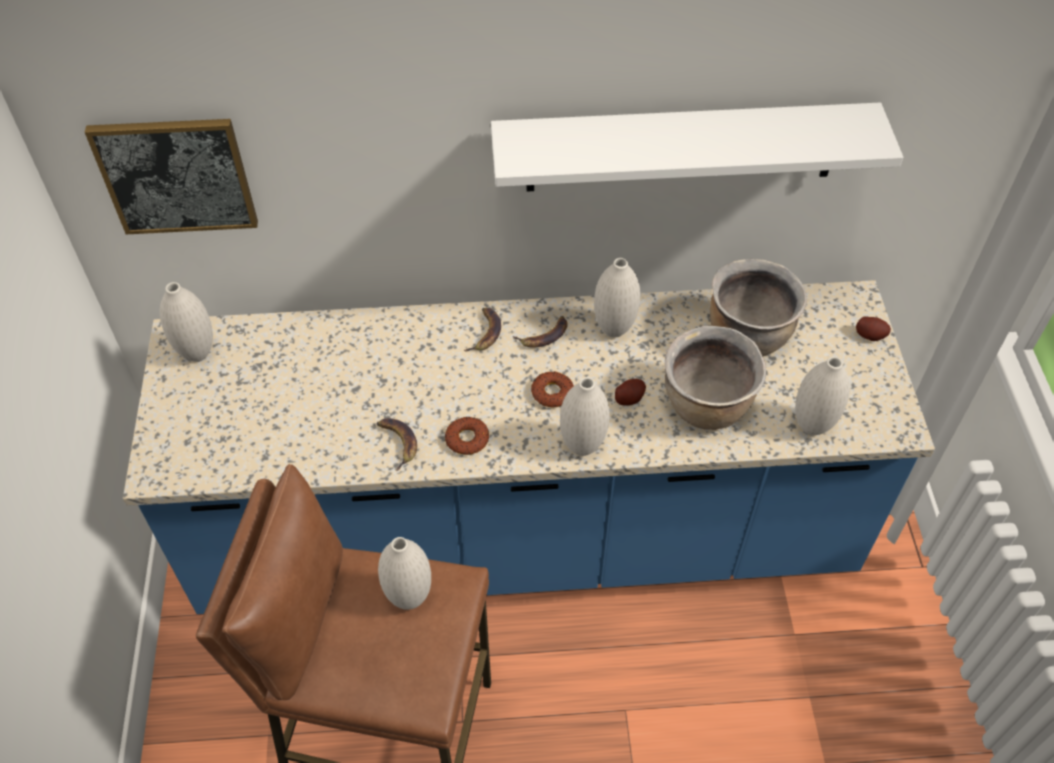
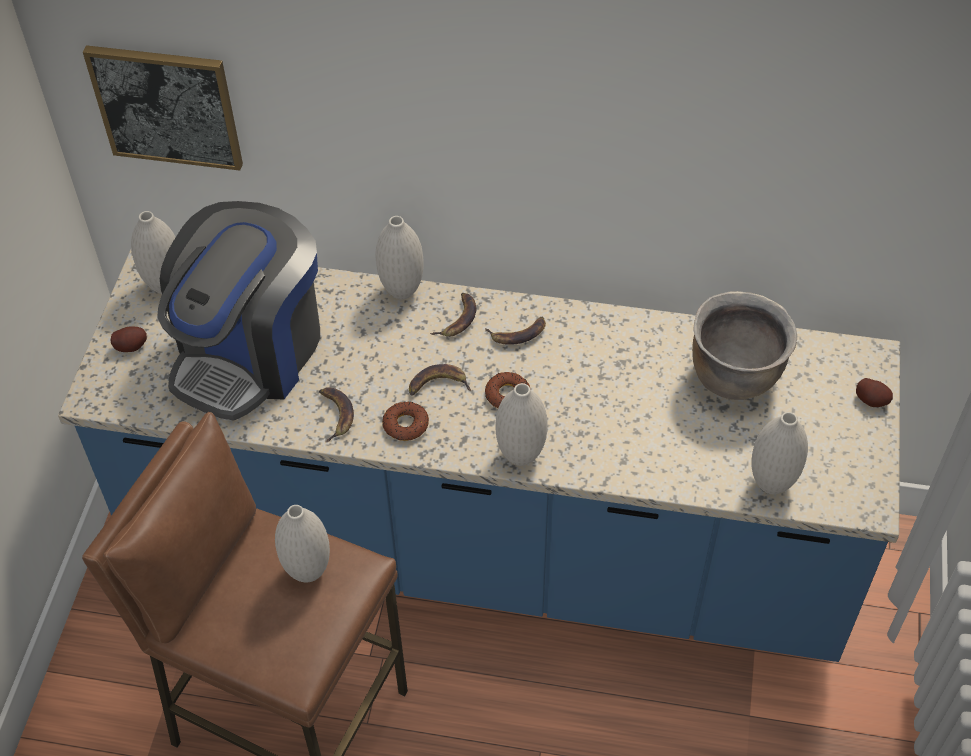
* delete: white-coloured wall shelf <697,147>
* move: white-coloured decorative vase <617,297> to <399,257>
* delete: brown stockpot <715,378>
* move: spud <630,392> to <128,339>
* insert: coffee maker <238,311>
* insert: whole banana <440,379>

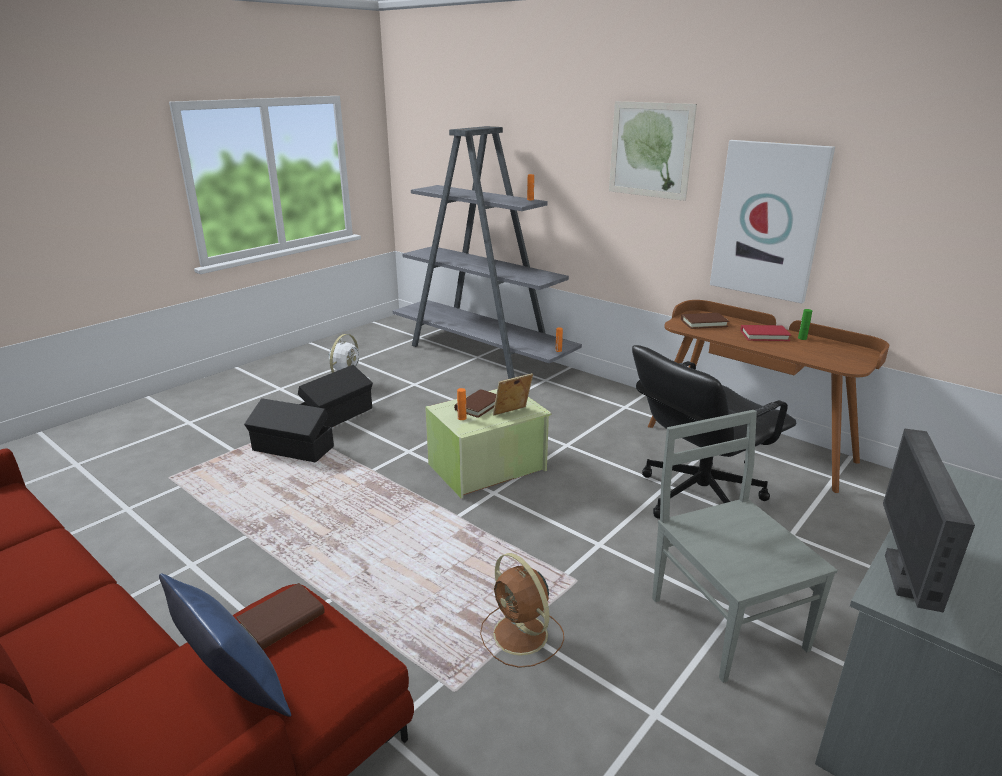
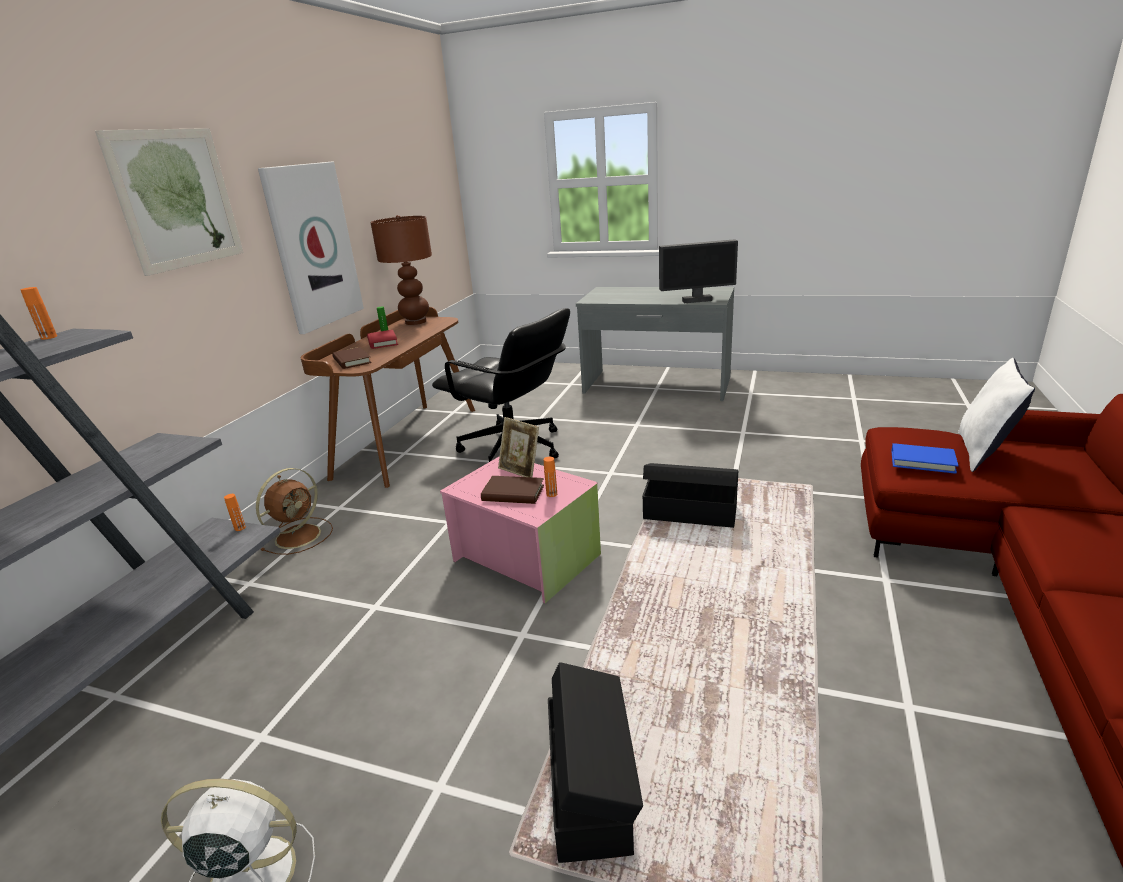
* move: black storage container <335,396> to <690,495>
* recolor: greenish storage container <488,444> to pink storage container <520,529>
* delete: gray plain chair <745,546>
* move: brown fan <522,610> to <294,511>
* recolor: blue throw pillow <225,645> to white-coloured throw pillow <996,415>
* recolor: brown book <280,616> to blue book <924,458>
* insert: brown table lamp <401,270>

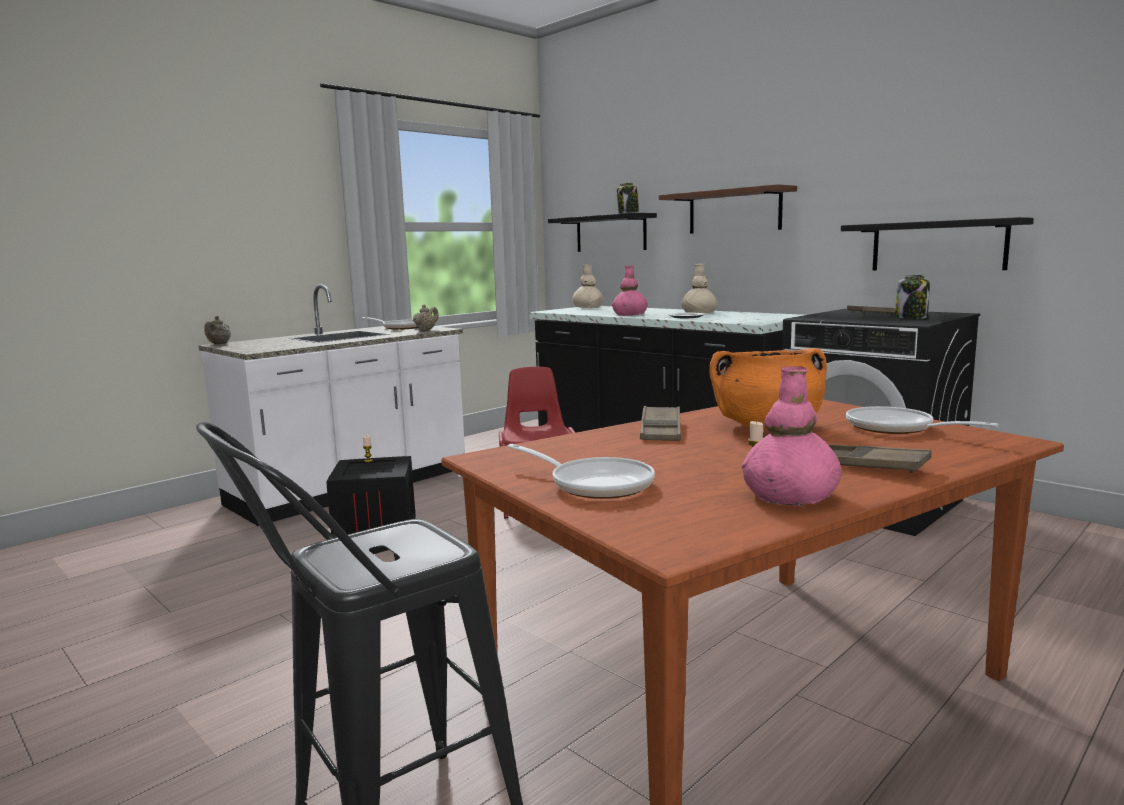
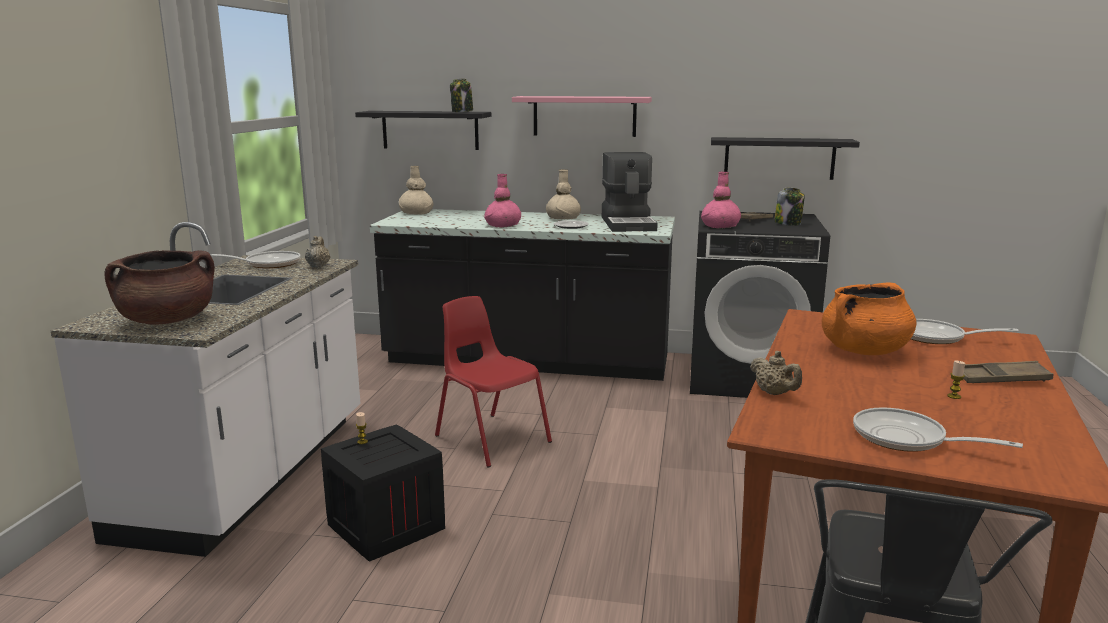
* recolor: brown wall shelf <728,209> to pink wall shelf <582,116>
* move: beige teapot <217,330> to <776,373>
* move: pink decorative vase <792,436> to <721,200>
* delete: brown carrying tray <660,423>
* rotate: frying pan <581,471> = <938,429> 150 degrees counterclockwise
* insert: coffee maker <630,192>
* insert: brown stockpot <160,287>

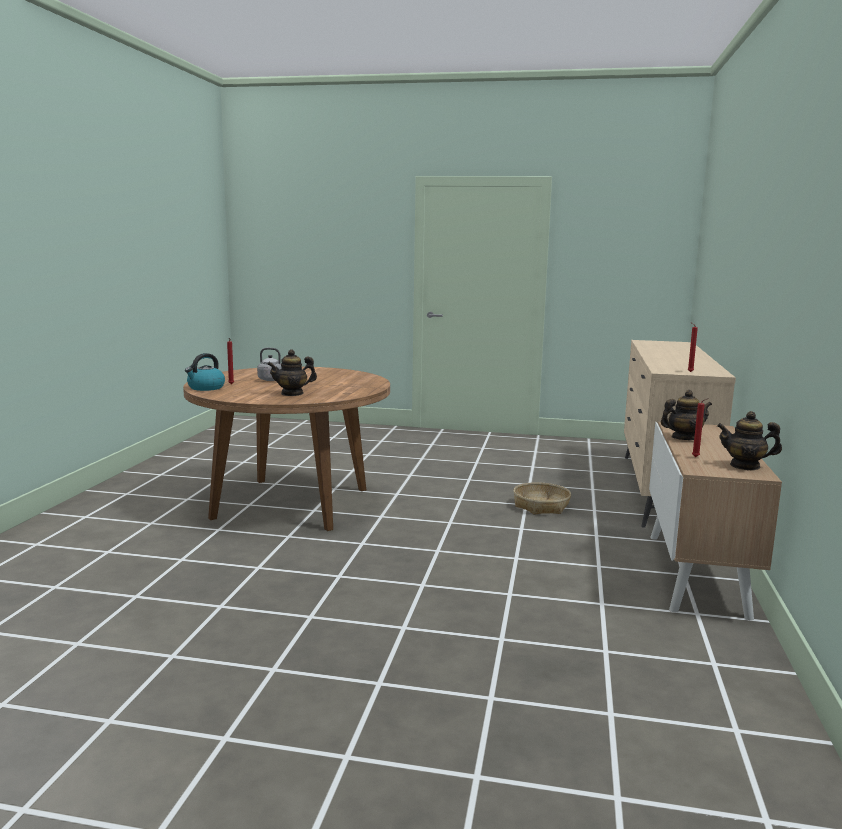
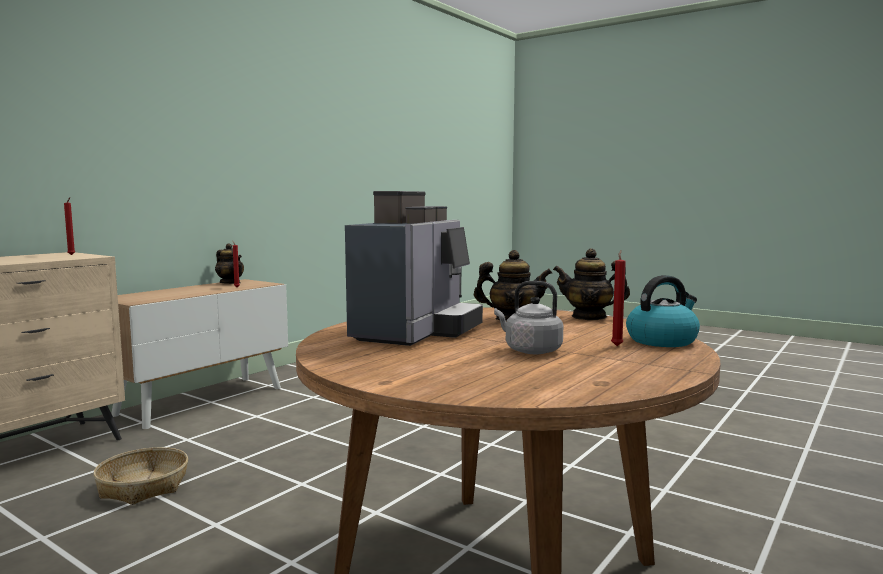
* move: teapot <686,415> to <591,284>
* insert: coffee maker <414,268>

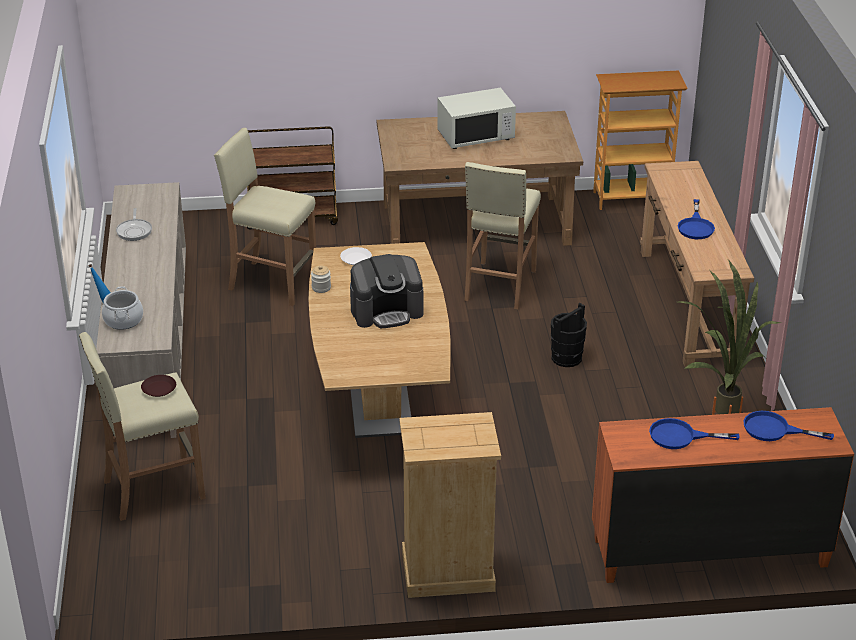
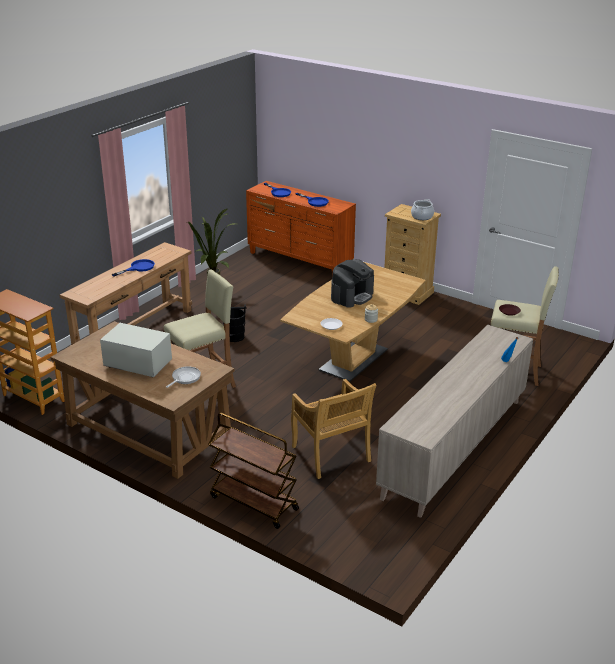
* replace: beige stool <265,217> to beige plain chair <333,429>
* move: frying pan <134,224> to <183,377>
* rotate: coffee maker <386,291> = <352,283> 105 degrees clockwise
* move: stockpot <122,308> to <422,209>

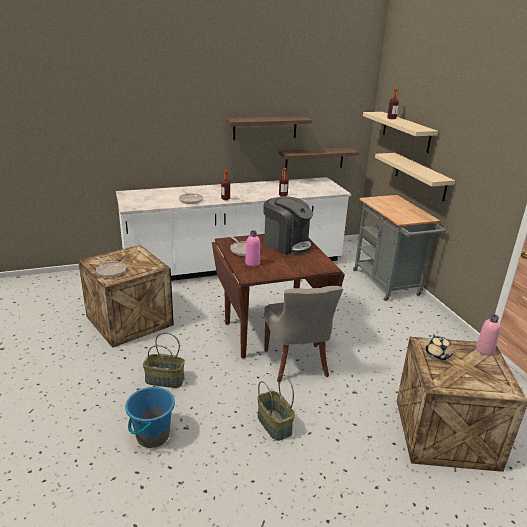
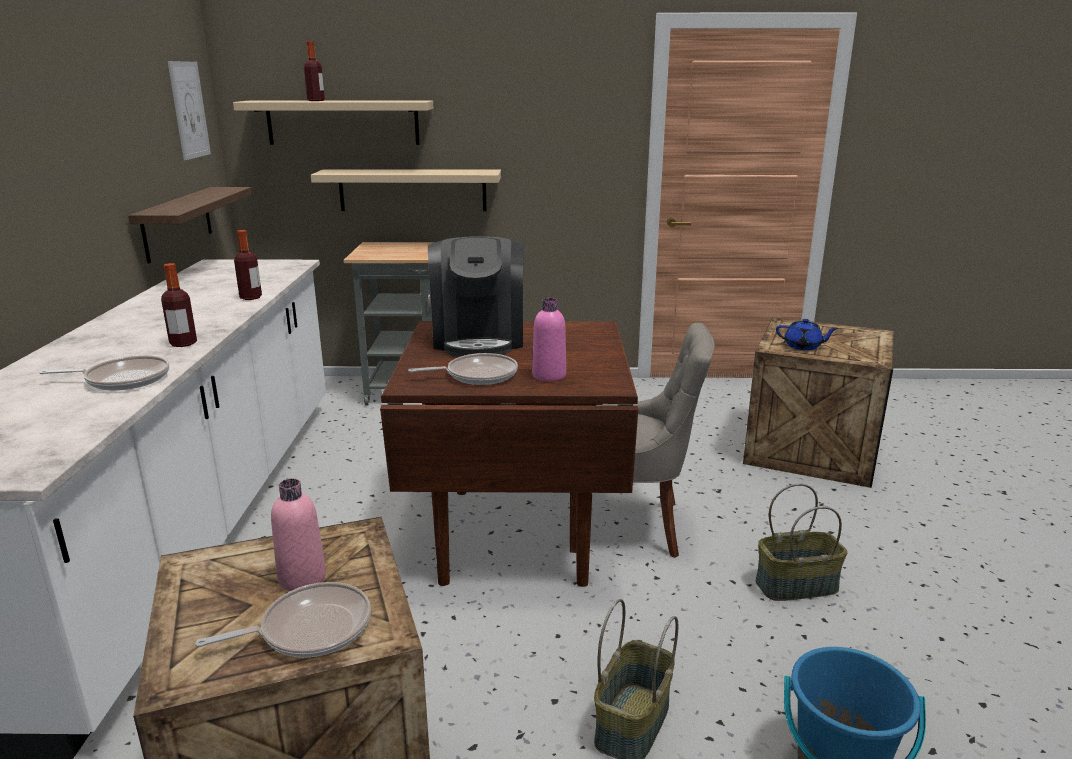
* delete: wall shelf <268,128>
* rotate: coffee maker <288,225> = <476,296> 120 degrees clockwise
* move: pink drink bottle <488,334> to <298,534>
* recolor: beige teapot <439,346> to blue teapot <807,334>
* insert: picture <189,110>

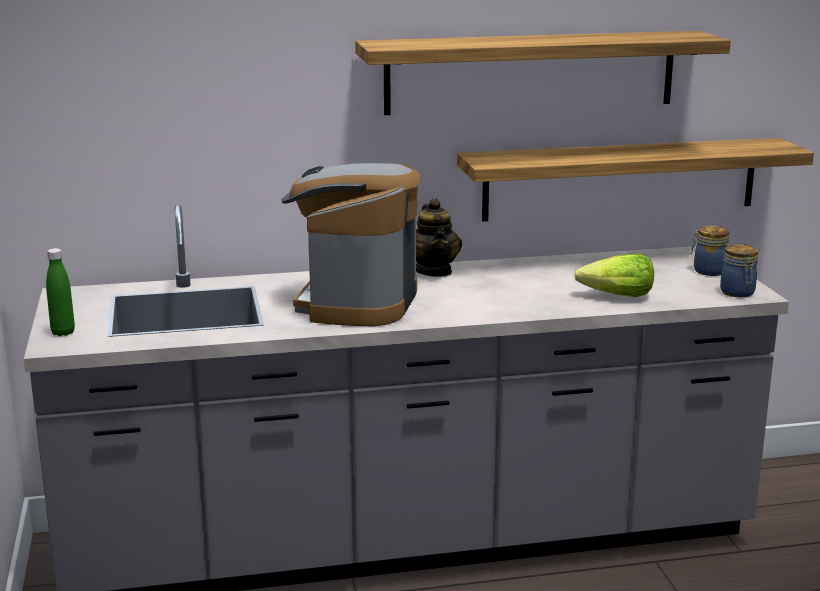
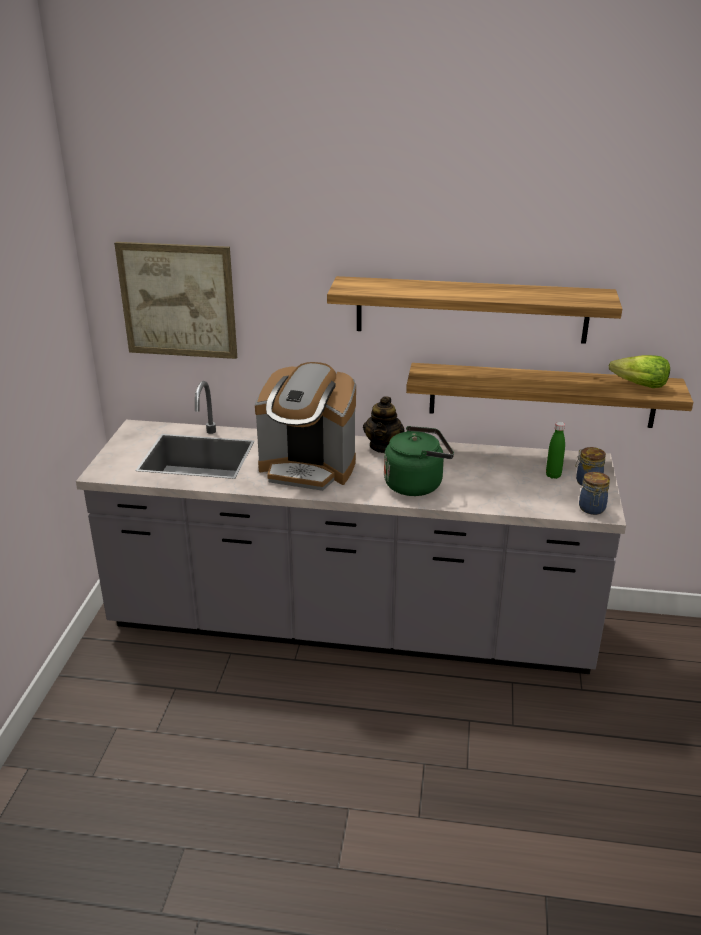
* rotate: coffee maker <351,244> = <305,426> 105 degrees counterclockwise
* move: greenish drink bottle <60,292> to <555,450>
* move: head of lettuce <614,275> to <639,371>
* insert: picture <175,300>
* insert: greenish water kettle <419,461>

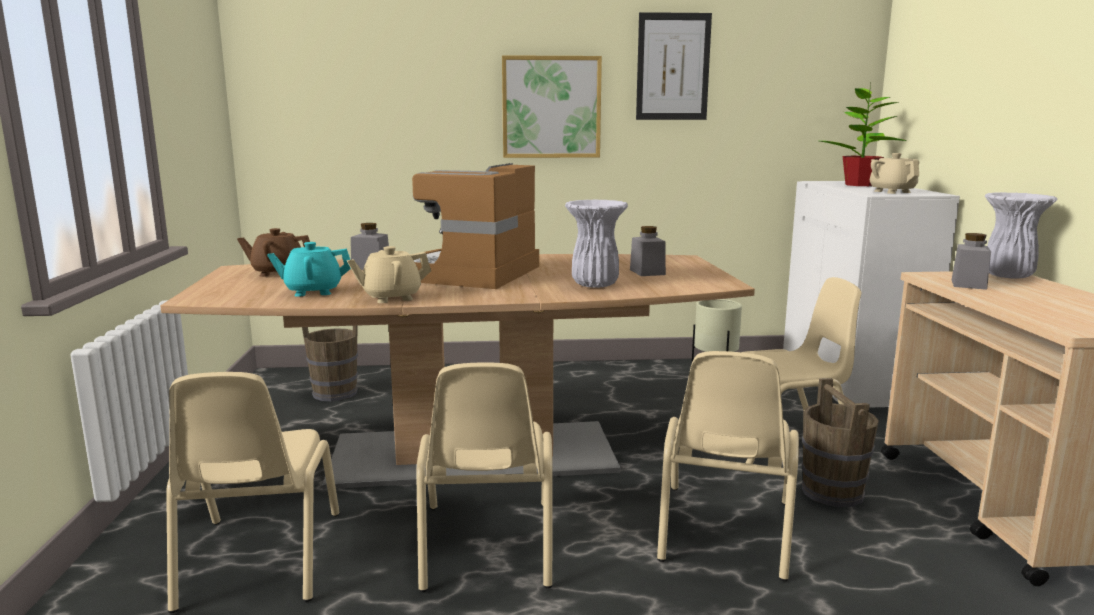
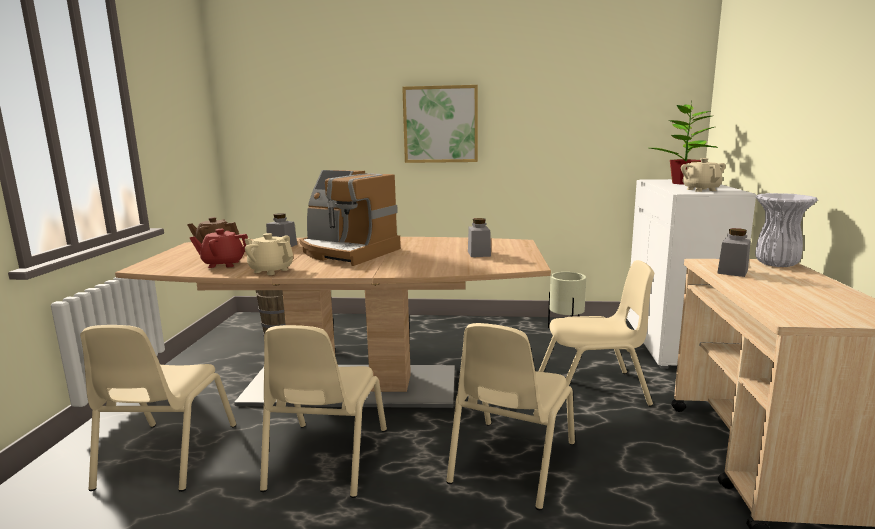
* delete: picture <674,66>
* rotate: coffee maker <475,226> = <350,218> 90 degrees counterclockwise
* delete: white-coloured decorative vase <596,243>
* recolor: turquoise teapot <309,269> to red teapot <219,248>
* rotate: beige teapot <389,274> = <268,254> 45 degrees clockwise
* delete: brown water bucket <840,442>

